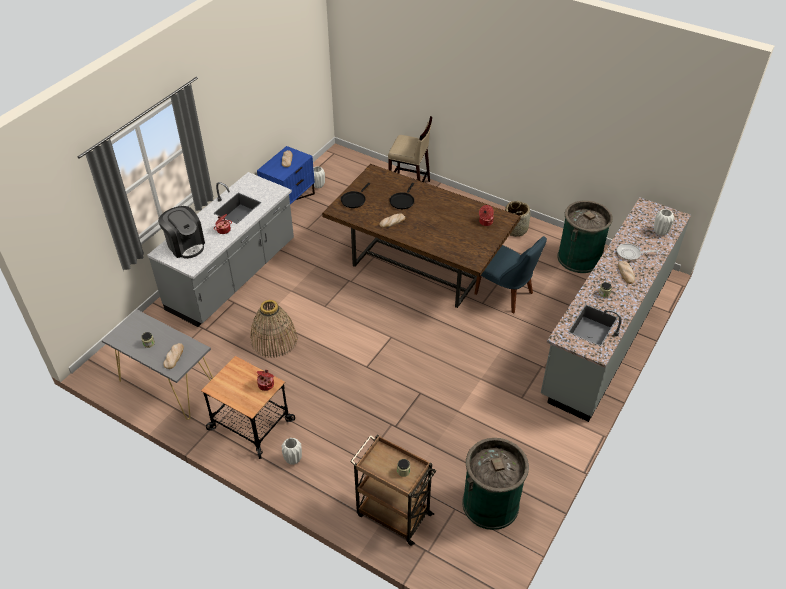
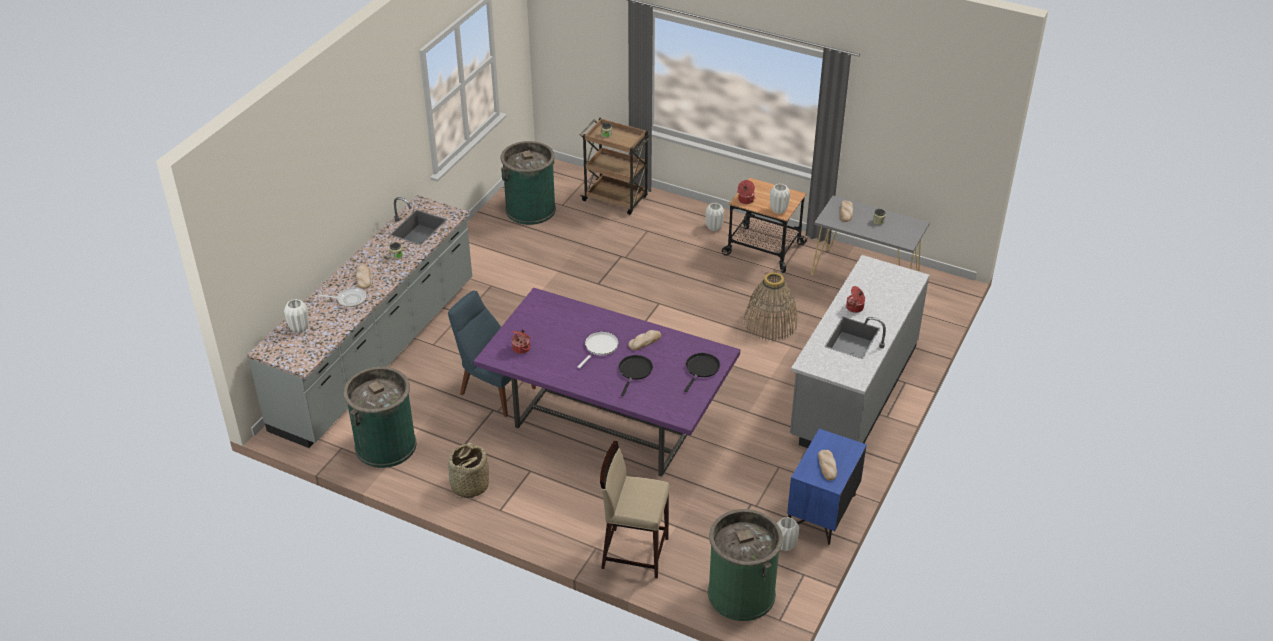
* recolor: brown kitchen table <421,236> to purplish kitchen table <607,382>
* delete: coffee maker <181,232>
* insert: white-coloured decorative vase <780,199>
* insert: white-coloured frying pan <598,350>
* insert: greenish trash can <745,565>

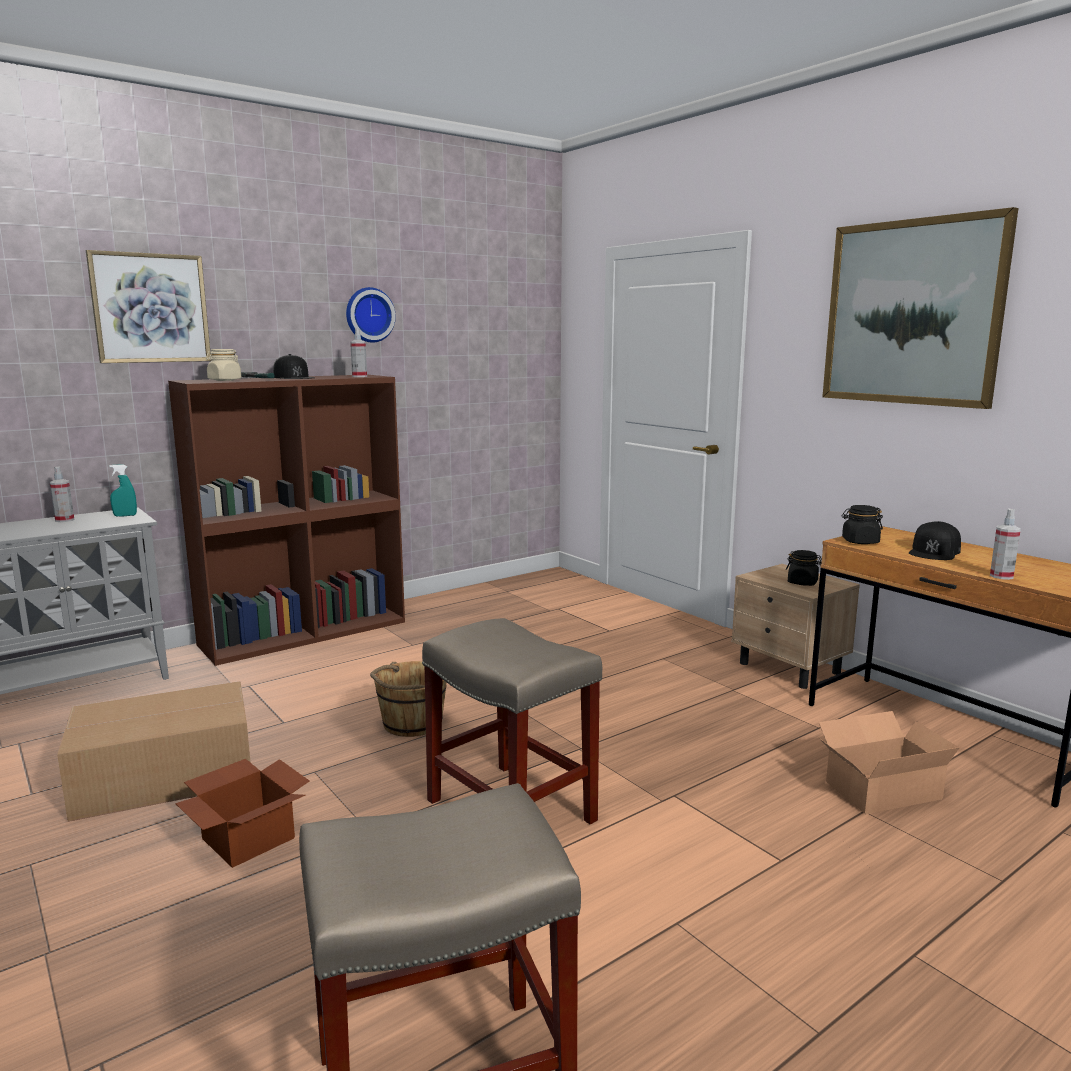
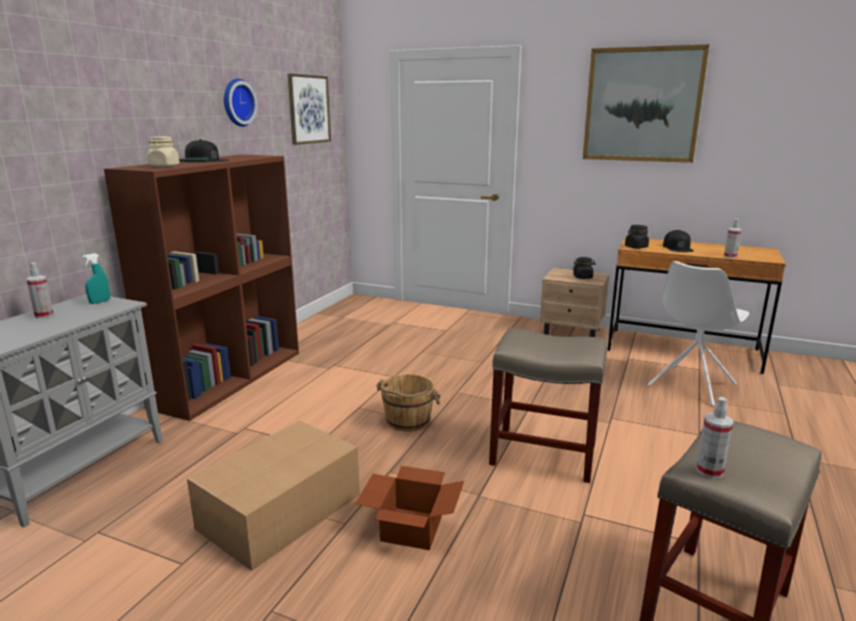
* move: picture <148,306> to <309,109>
* move: sprayer <358,353> to <715,438>
* replace: packing box <889,762> to white-coloured plain chair <698,333>

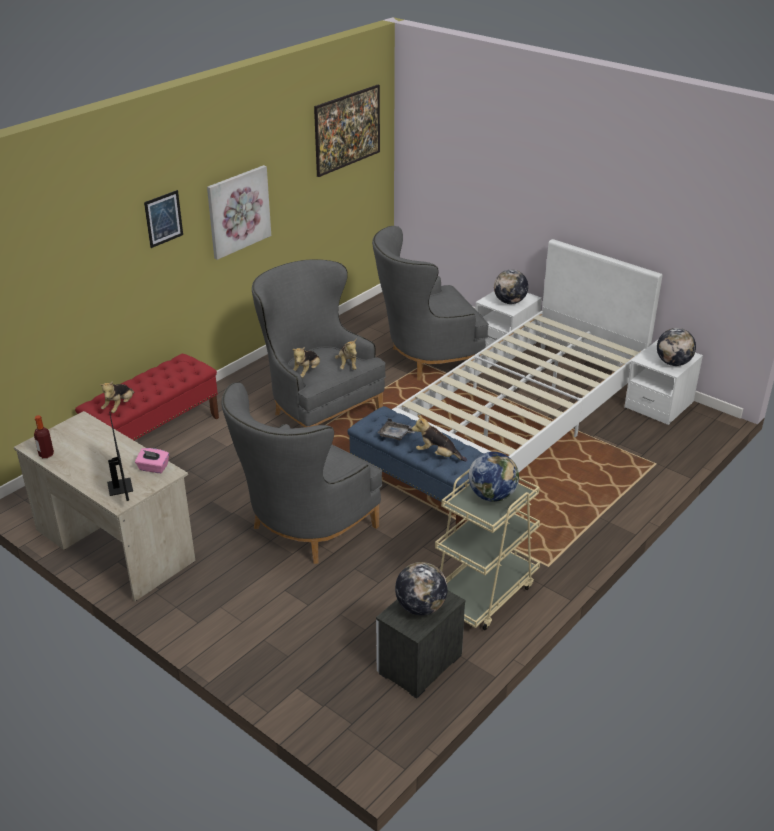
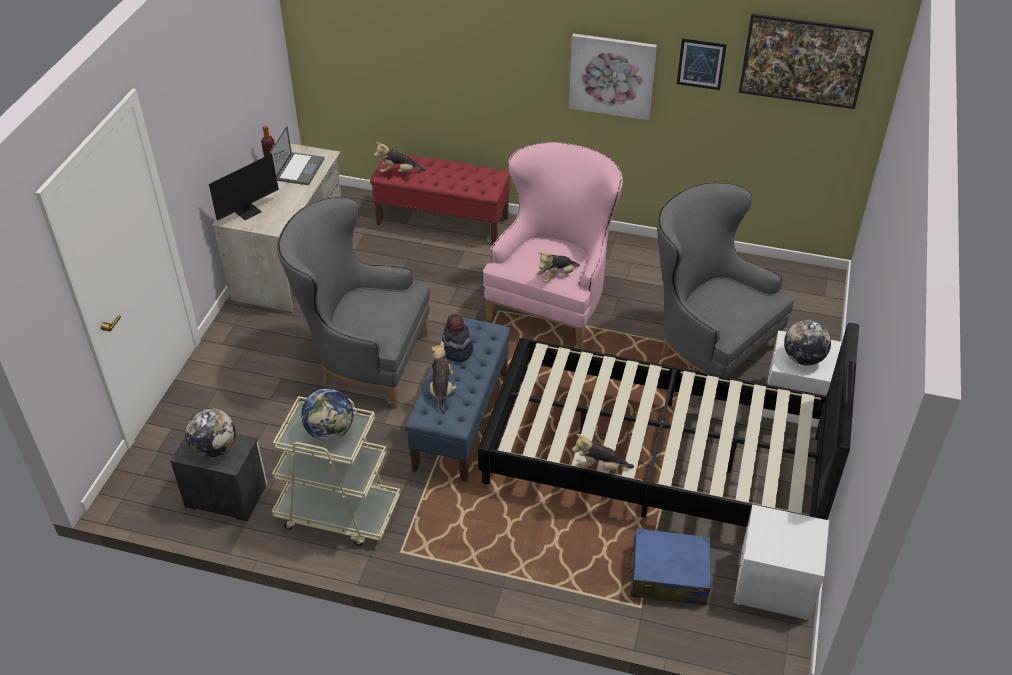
* move: picture <163,219> to <702,64>
* recolor: white-coloured bed <527,355> to black bed <668,425>
* recolor: gray armchair <319,343> to pink armchair <553,245>
* delete: desk globe <676,347>
* move: cuddly toy <306,362> to <603,452>
* replace: gray carrying tray <396,429> to wearable hat <457,338>
* delete: pink tissue box <152,460>
* insert: portable computer <297,155>
* insert: blue travel case <669,566>

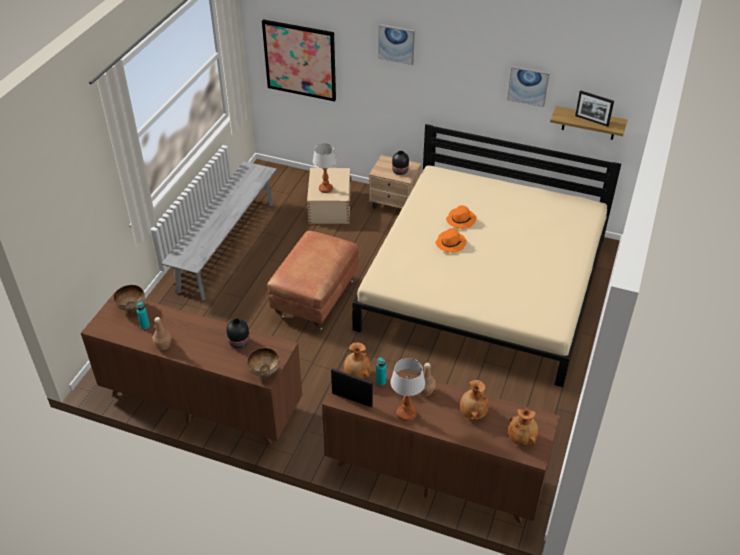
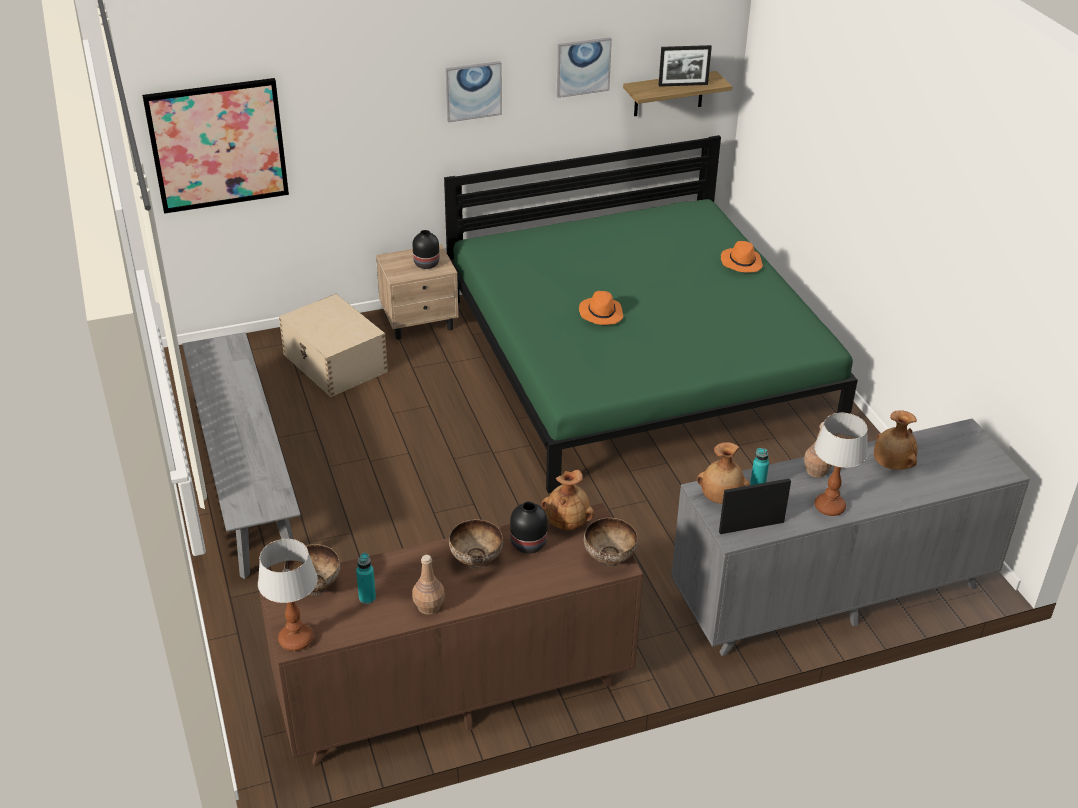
* move: picture <396,44> to <474,91>
* recolor: beige bed <486,255> to greenish bed <651,314>
* move: table lamp <325,168> to <288,595>
* move: orange-coloured wearable hat <461,217> to <742,257>
* delete: brown pouffe <313,281>
* recolor: brown chest of drawers <441,440> to gray chest of drawers <850,537>
* move: brown decorative vase <523,427> to <568,500>
* insert: serving bowl <476,544>

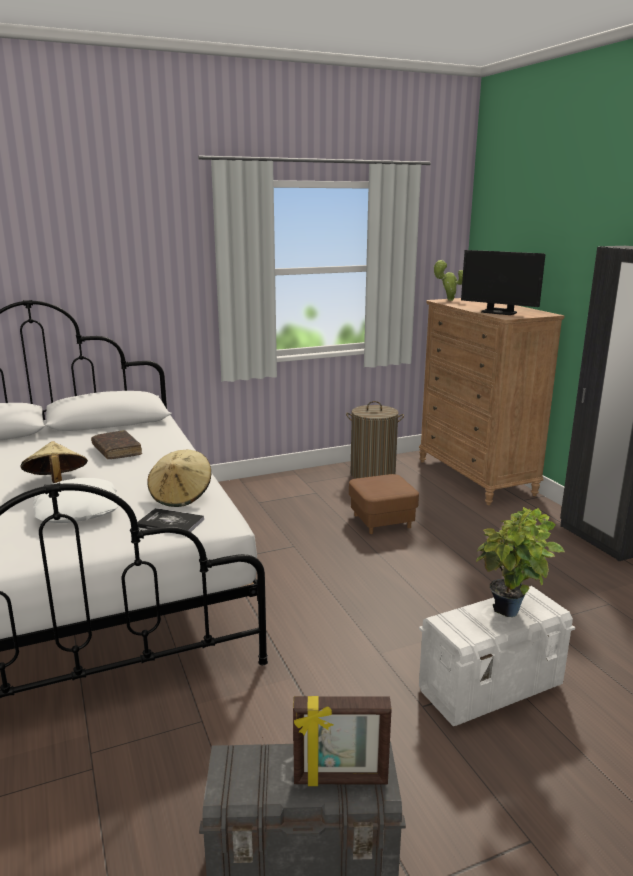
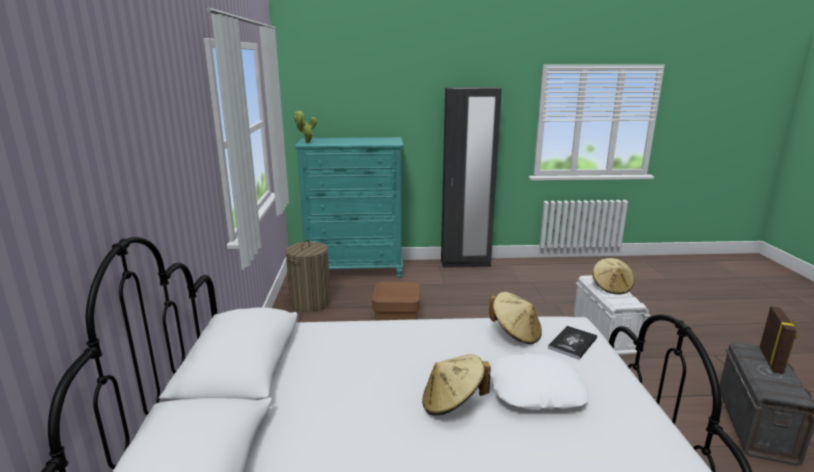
* delete: monitor <503,282>
* recolor: brown chest of drawers <492,401> to turquoise chest of drawers <349,208>
* delete: brown book <116,444>
* replace: houseplant <520,562> to beige wearable hat <613,276>

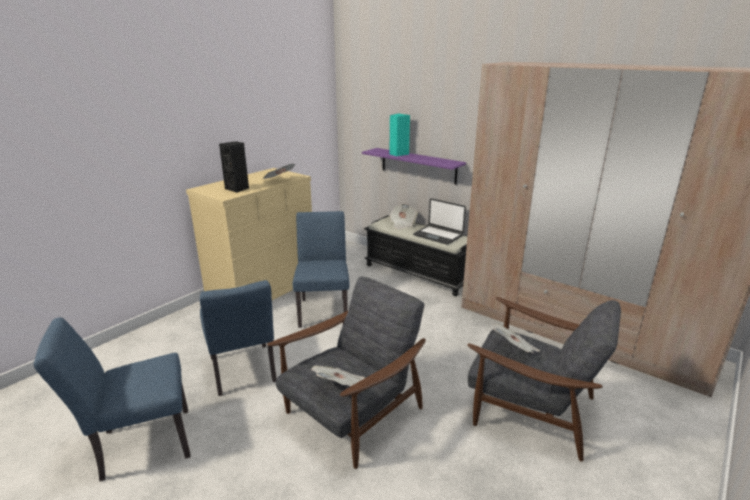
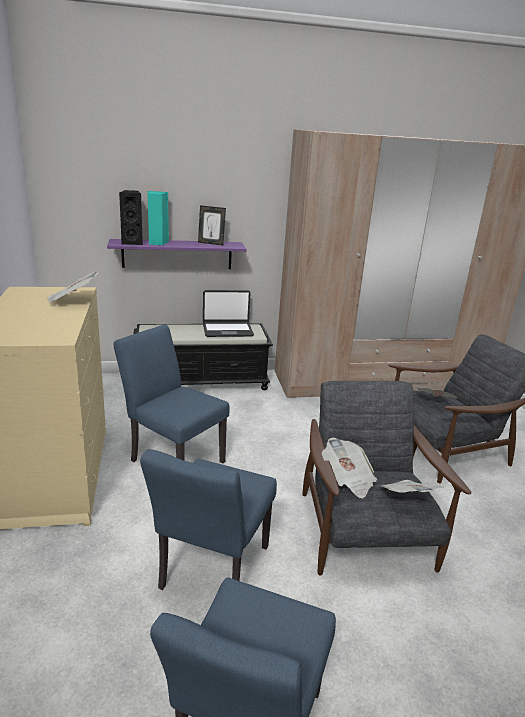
* move: black speaker <234,167> to <131,217>
* move: newspaper <403,216> to <349,467>
* rotate: blue plain chair <238,338> = <208,519> 90 degrees clockwise
* insert: picture frame <212,225>

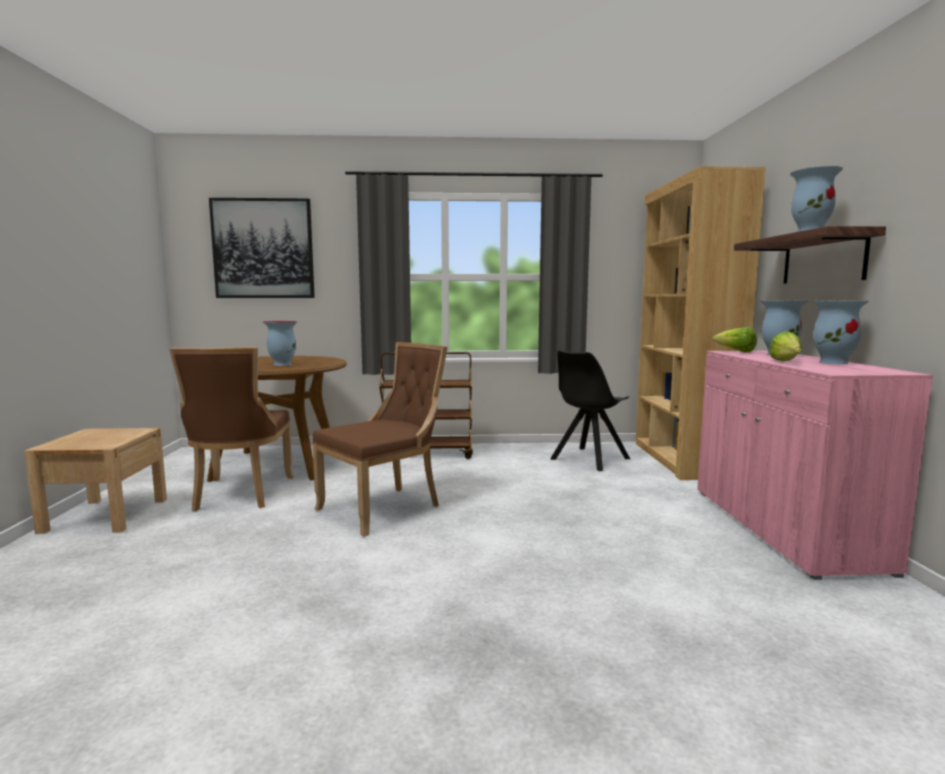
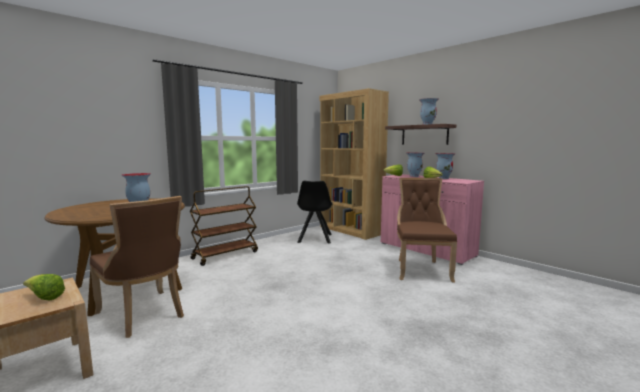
* delete: picture <262,248>
* move: brown plain chair <379,439> to <427,230>
* insert: head of lettuce <44,287>

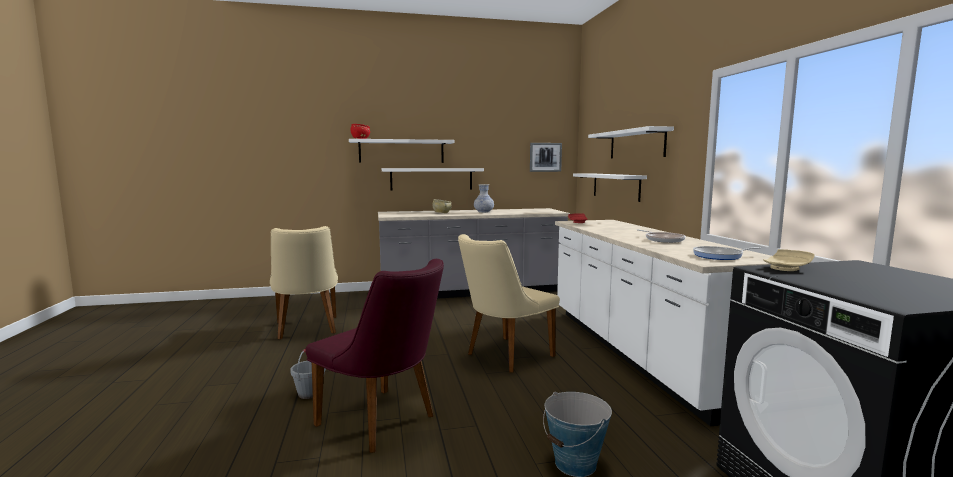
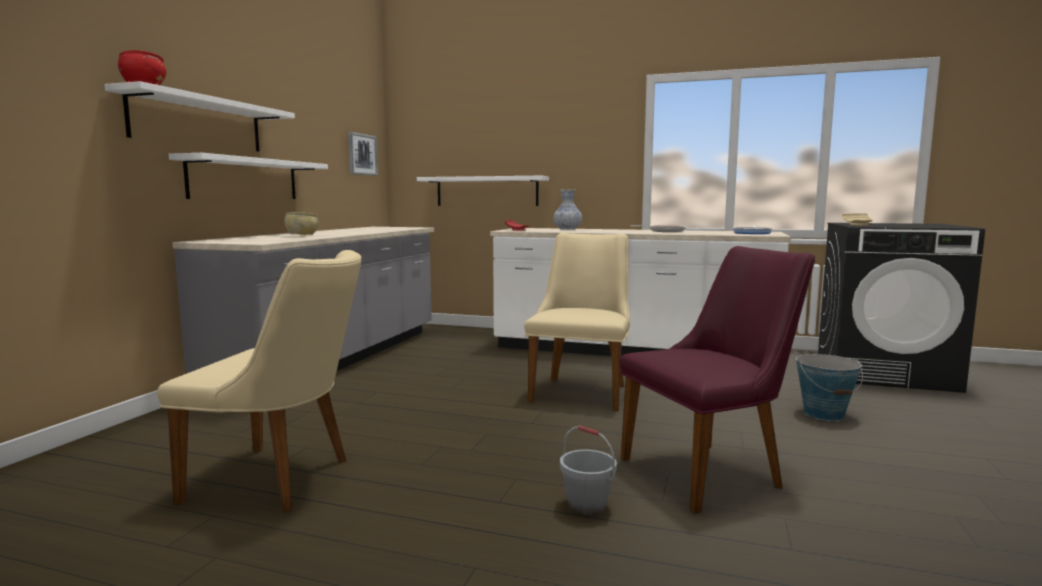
* delete: white-coloured wall shelf <631,142>
* move: decorative vase <484,198> to <567,210>
* rotate: beige plain chair <509,303> = <577,322> 150 degrees counterclockwise

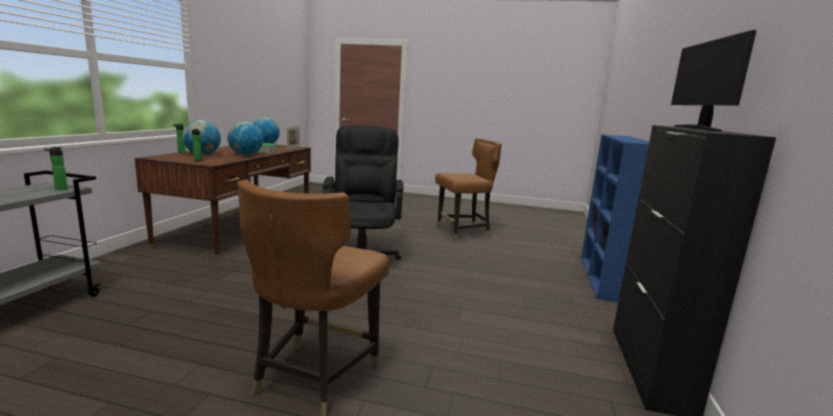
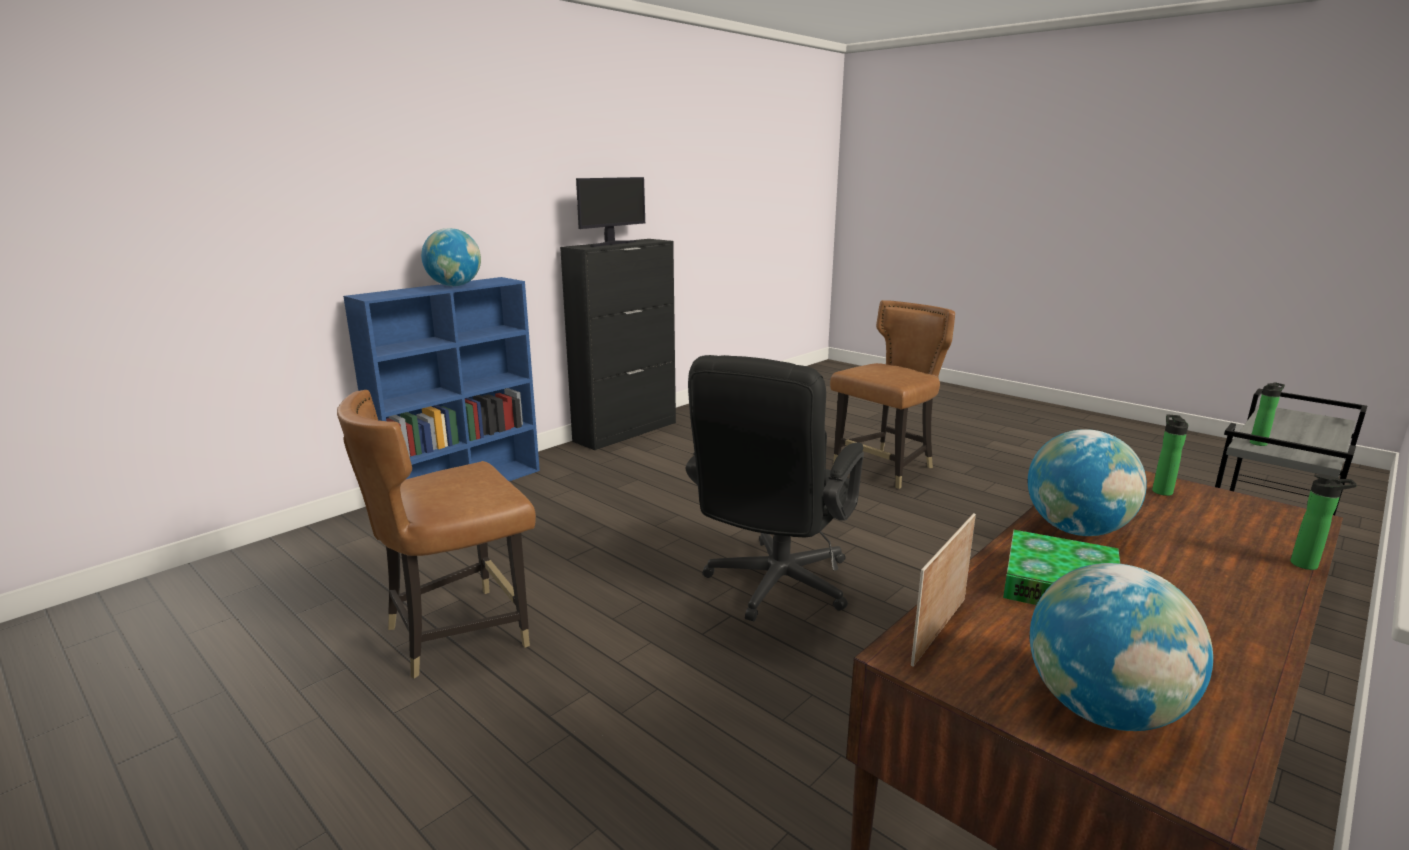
* move: desk globe <201,137> to <451,257>
* rotate: brown plain chair <468,189> = <436,534> 45 degrees counterclockwise

